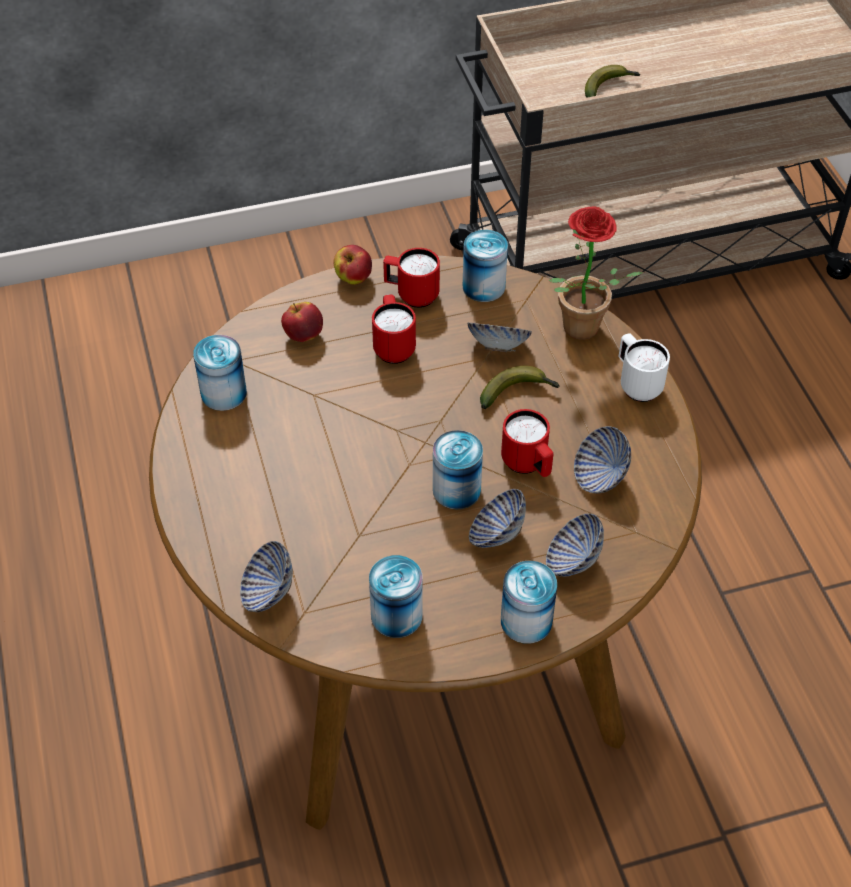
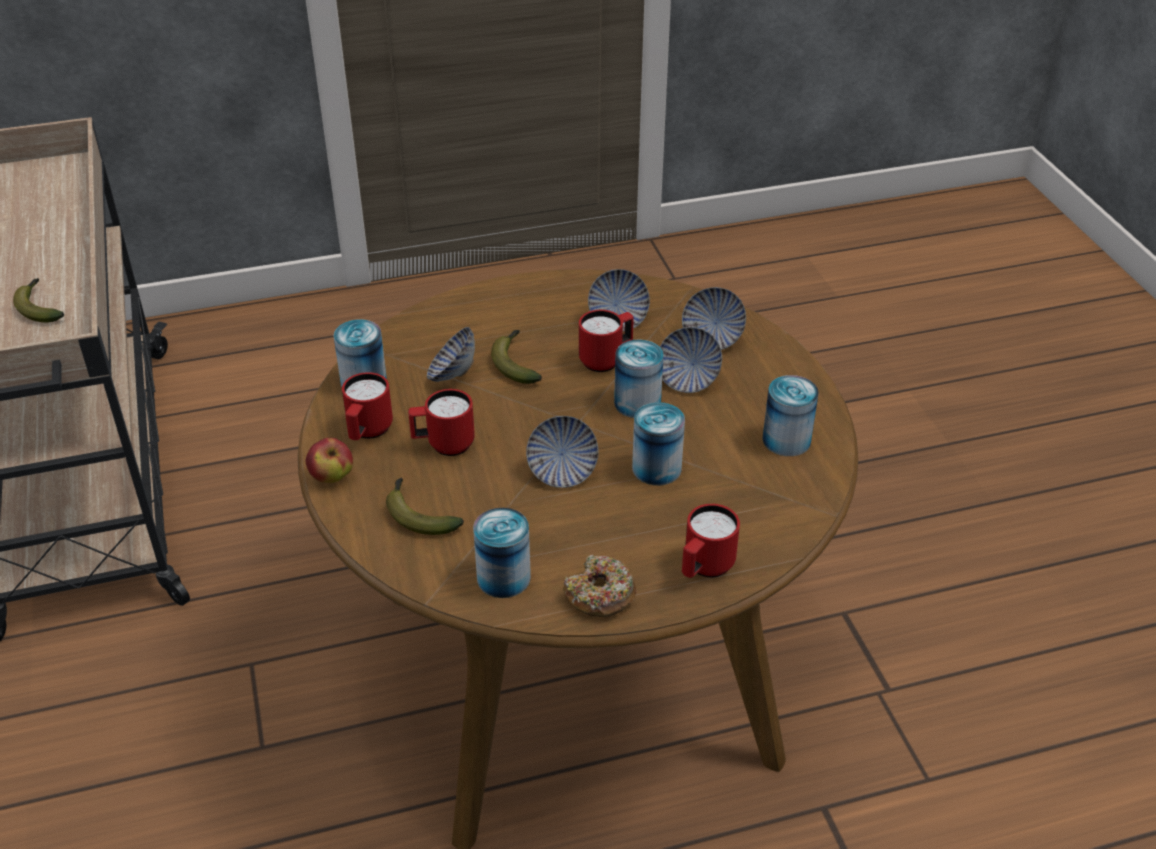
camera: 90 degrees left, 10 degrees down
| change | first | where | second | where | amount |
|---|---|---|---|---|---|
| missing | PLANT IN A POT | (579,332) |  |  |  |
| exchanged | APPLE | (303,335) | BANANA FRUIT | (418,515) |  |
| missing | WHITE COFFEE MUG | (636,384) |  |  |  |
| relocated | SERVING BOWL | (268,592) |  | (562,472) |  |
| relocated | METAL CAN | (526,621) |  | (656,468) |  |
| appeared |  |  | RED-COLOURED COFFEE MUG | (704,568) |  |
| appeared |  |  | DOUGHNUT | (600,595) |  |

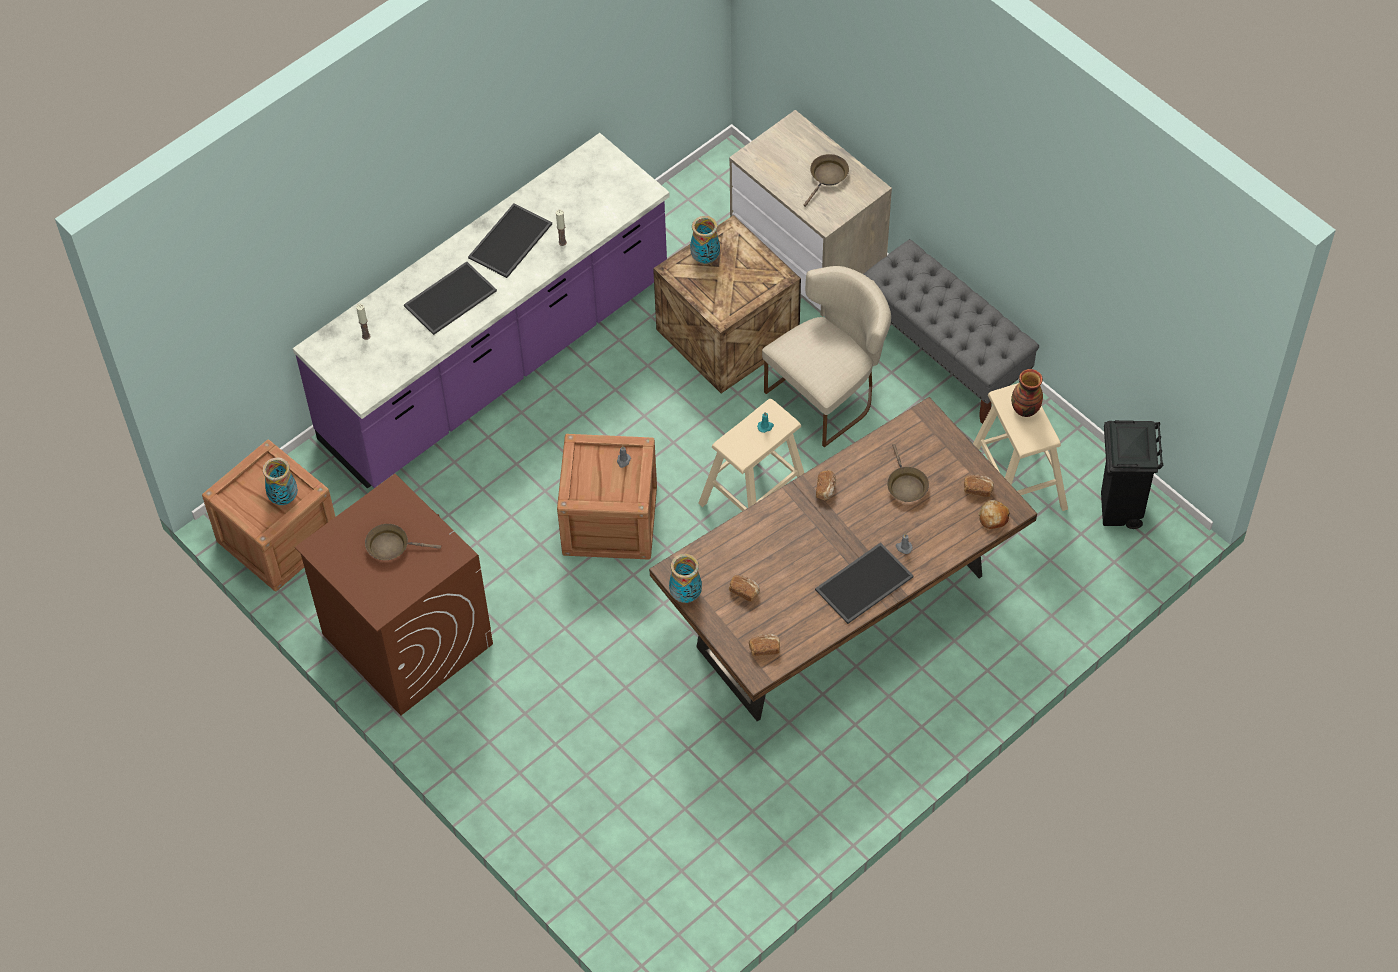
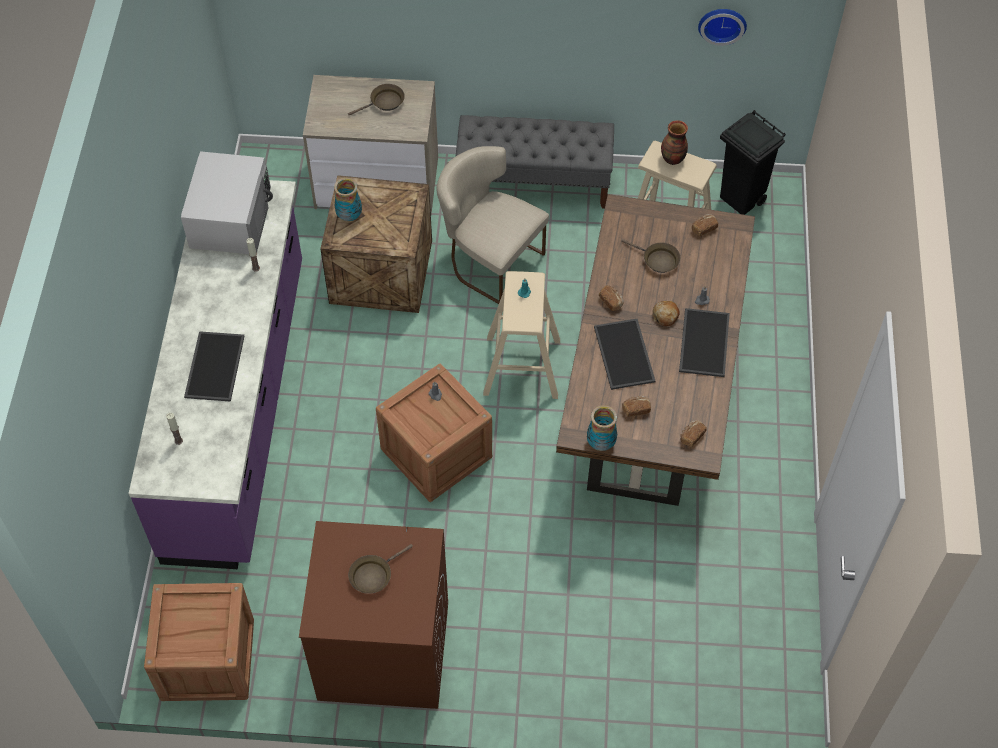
camera: 45 degrees left, 0 degrees up
| change | first | where | second | where | amount |
|---|---|---|---|---|---|
| spun | BROWN-COLOURED SKILLET | (827,177) |  | (384,102) | 75 degrees clockwise |
| relocated | TRAY | (511,242) |  | (625,354) |  |
| spun | BEIGE PLAIN CHAIR | (829,393) |  | (489,260) | 60 degrees counterclockwise |
| missing | FLOWER VASE | (284,498) |  |  |  |
| relocated | BAKED BREAD | (993,517) |  | (665,316) |  |
| appeared |  |  | WALL CLOCK | (722,23) |  |
| appeared |  |  | WHITE KITCHEN MICROWAVE | (231,217) |  |

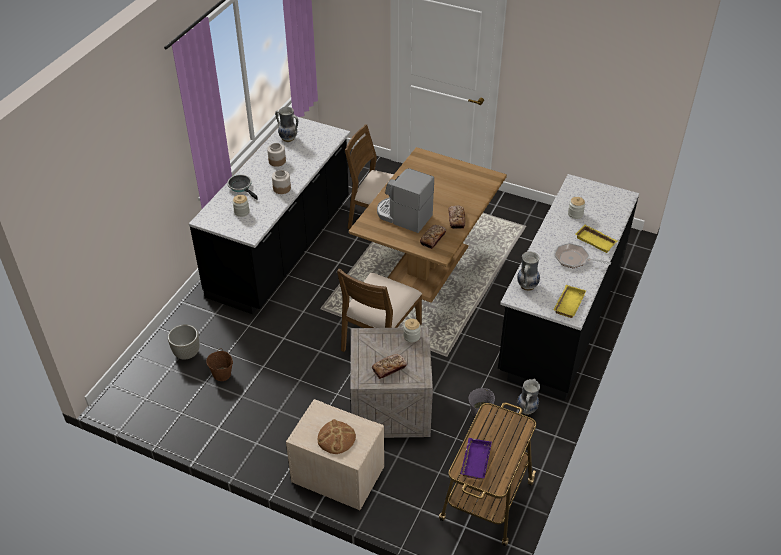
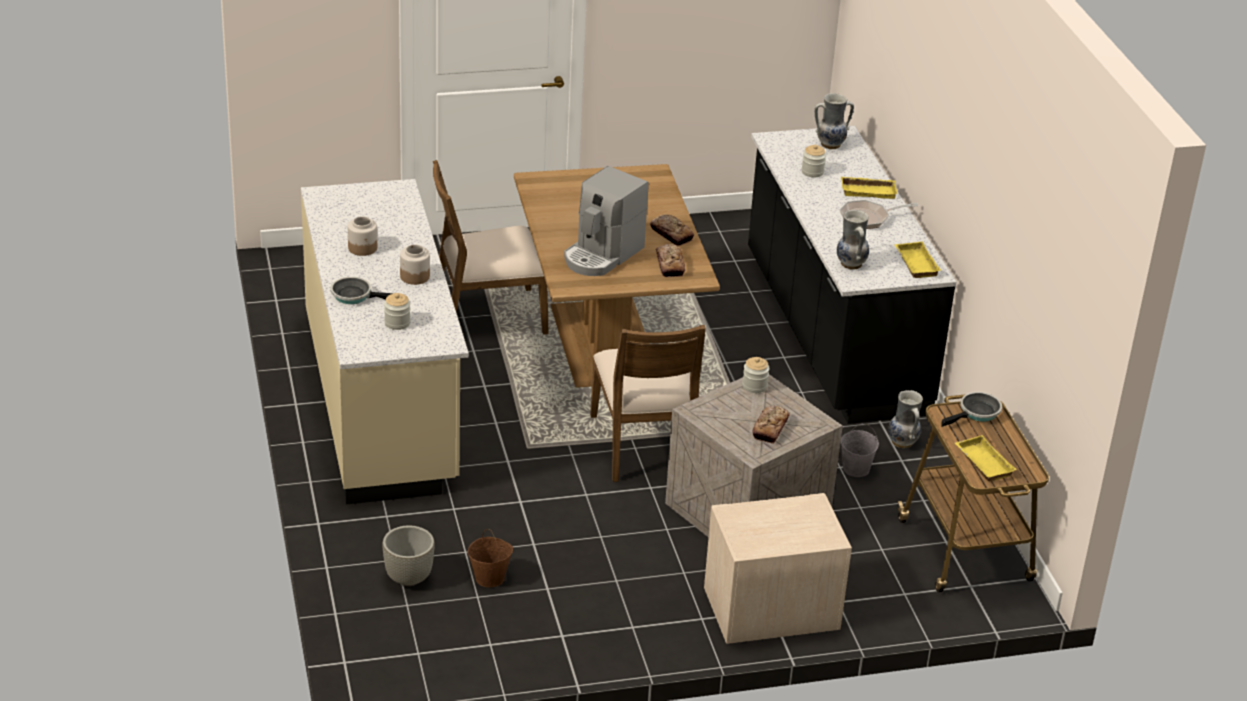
camera: 40 degrees left, 10 degrees down
| change | first | where | second | where | amount |
|---|---|---|---|---|---|
| relocated | FLOWER VASE | (288,138) |  | (830,144) |  |
| colour | BLACK-COLOURED COUNTER | (282,248) | BEIGE COUNTER | (382,402) |  |
| spun | COFFEE MAKER | (403,216) |  | (602,255) | 45 degrees counterclockwise |
| missing | BAKED BREAD | (336,438) |  |  |  |
| colour | PURPLISH TRAY | (474,460) | YELLOW-COLOURED TRAY | (982,463) |  |
| appeared |  |  | SKILLET | (977,413) |  |

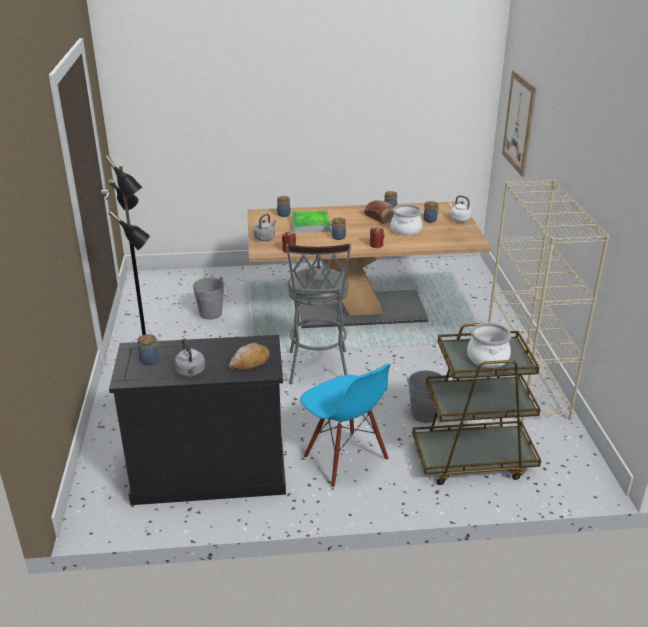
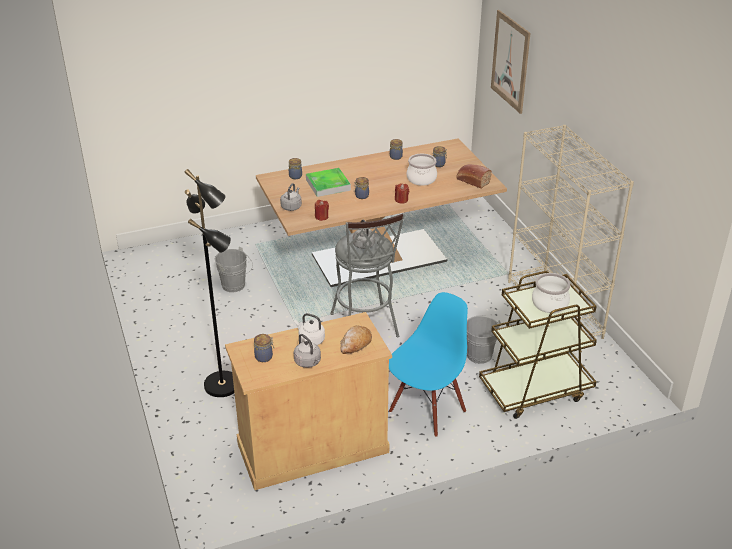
camera: 15 degrees left, 5 degrees up
| change | first | where | second | where | amount |
|---|---|---|---|---|---|
| relocated | WHITE KETTLE | (459,219) |  | (310,340) |  |
| relocated | BAKED BREAD | (378,217) |  | (472,181) |  |
| colour | BLACK-COLOURED CUPBOARD | (209,474) | BEIGE CUPBOARD | (312,447) |  |
| spun | BLUE PLAIN CHAIR | (345,458) |  | (426,410) | 90 degrees counterclockwise |

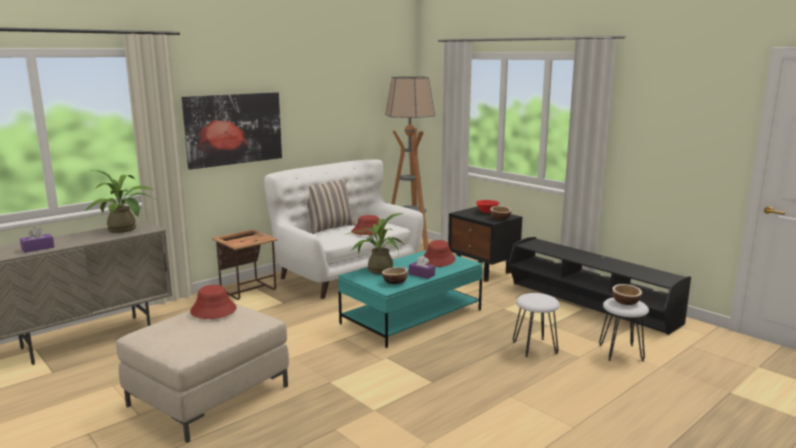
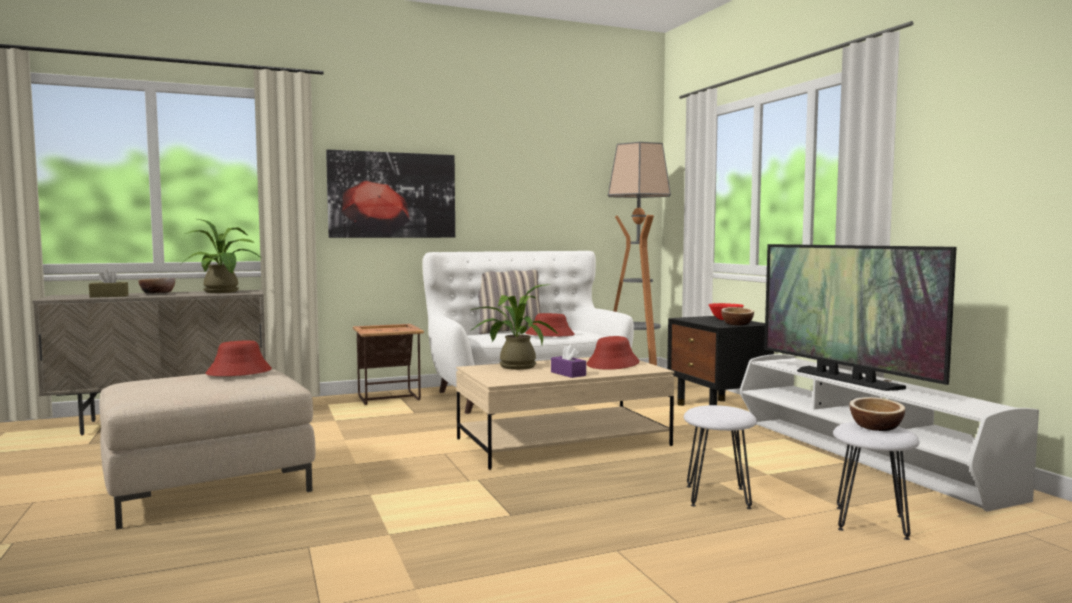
camera: 20 degrees right, 10 degrees down
| change | first | where | second | where | amount |
|---|---|---|---|---|---|
| colour | PURPLISH TISSUE HOLDER | (38,248) | BROWN-COLOURED TISSUE HOLDER | (109,296) |  |
| colour | BLACK-COLOURED TV STAND | (589,304) | WHITE TV STAND | (862,458) |  |
| colour | BLUE-GREEN COFFEE TABLE | (412,316) | BEIGE COFFEE TABLE | (563,442) |  |
| relocated | SERVING BOWL | (395,282) |  | (157,293) |  |
| appeared |  |  | TV | (846,379) |  |

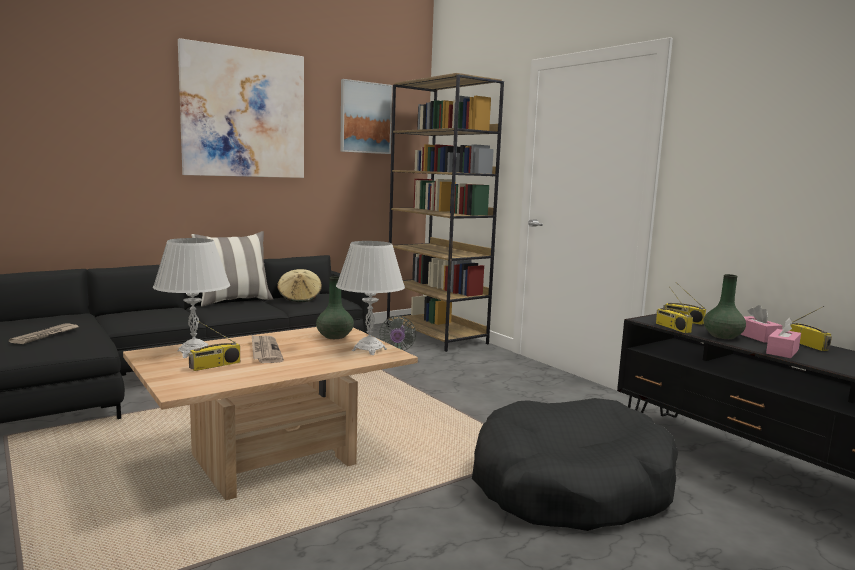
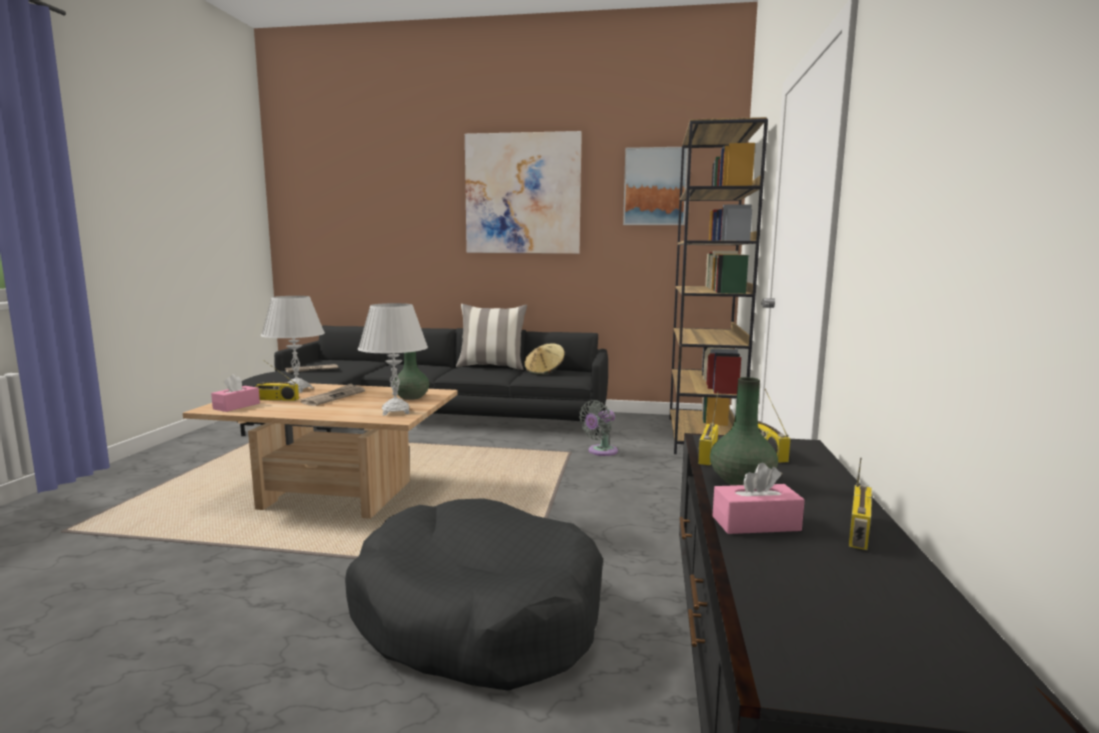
camera: 45 degrees right, 0 degrees up
| change | first | where | second | where | amount |
|---|---|---|---|---|---|
| relocated | PINK TISSUE HOLDER | (756,337) |  | (236,406) |  |

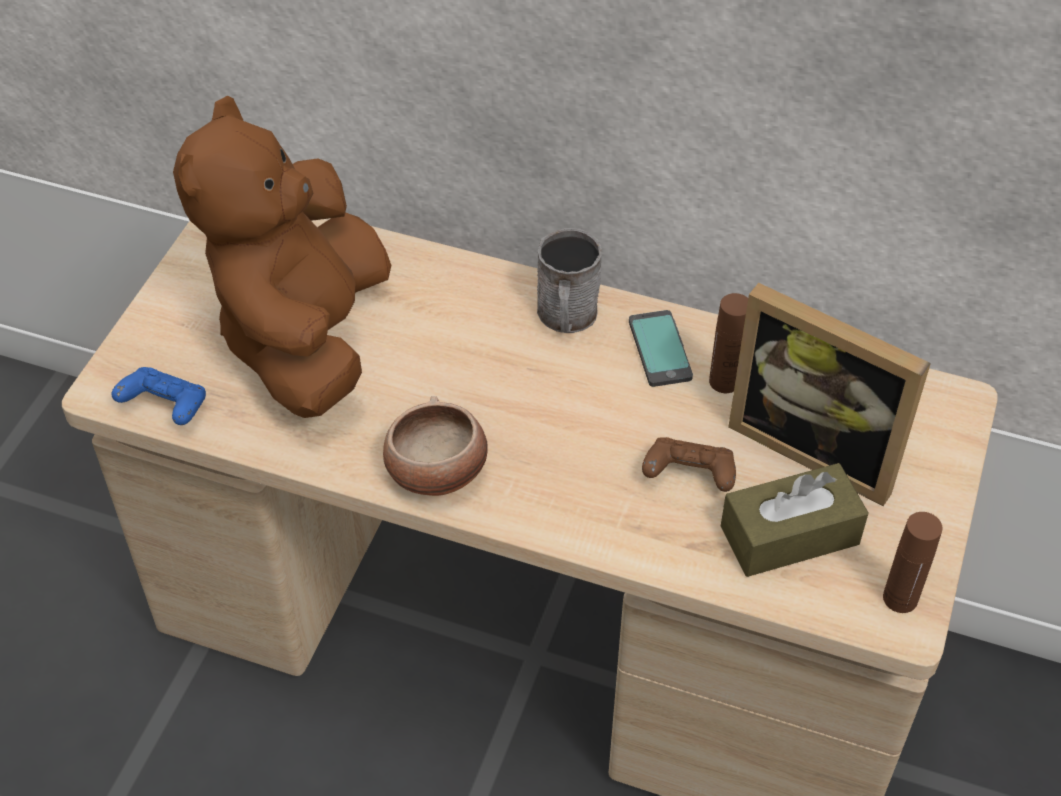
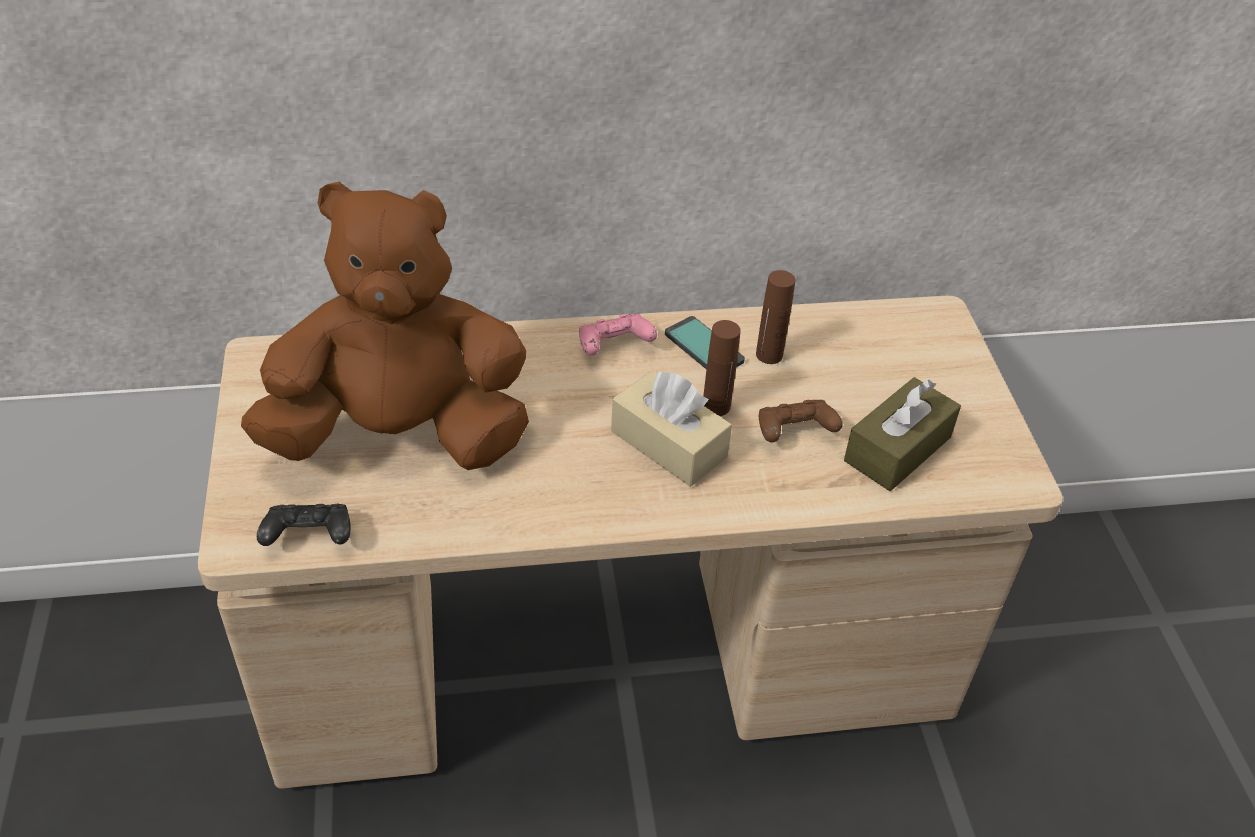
camera: 30 degrees left, 5 degrees down
| change | first | where | second | where | amount |
|---|---|---|---|---|---|
| spun | BROWN-COLOURED CUDDLY TOY | (305,337) |  | (400,435) | 105 degrees clockwise |
| exchanged | GRAY COFFEE MUG | (567,317) | PINK GAME CONTROLLER | (613,347) |  |
| missing | STANDING FRAME | (818,446) |  |  |  |
| colour | BLUE GAME CONTROLLER | (166,408) | BLACK-COLOURED GAME CONTROLLER | (309,538) |  |
| missing | SERVING BOWL | (436,472) |  |  |  |
| relocated | BROWN-COLOURED DRINK BOTTLE | (900,598) |  | (716,406) |  |
| appeared |  |  | BEIGE TISSUE HOLDER | (668,444) |  |

